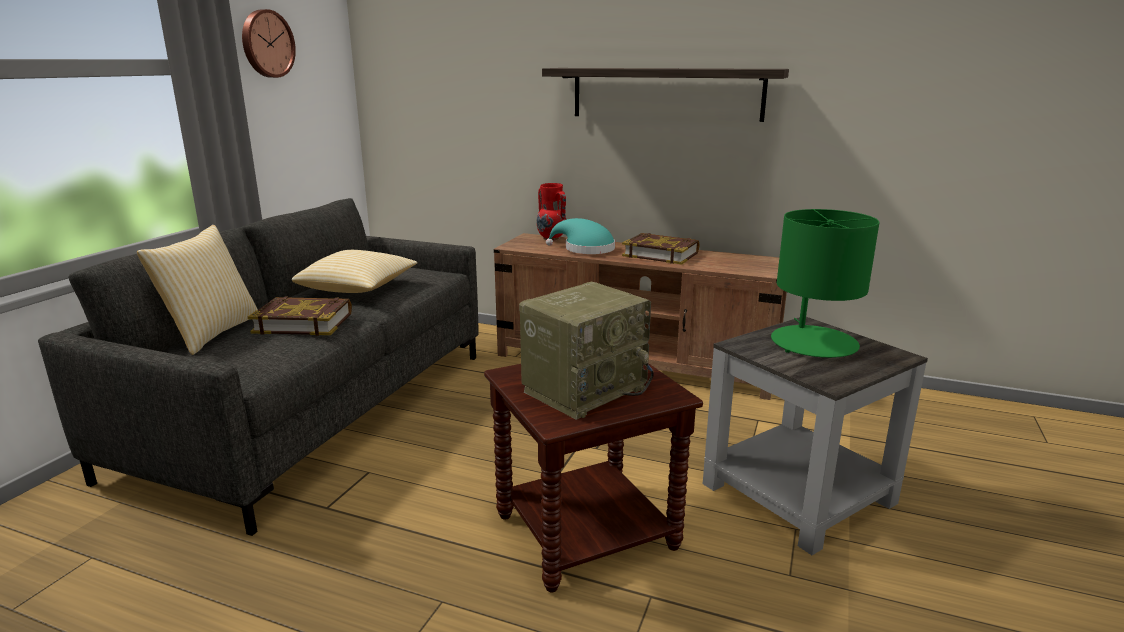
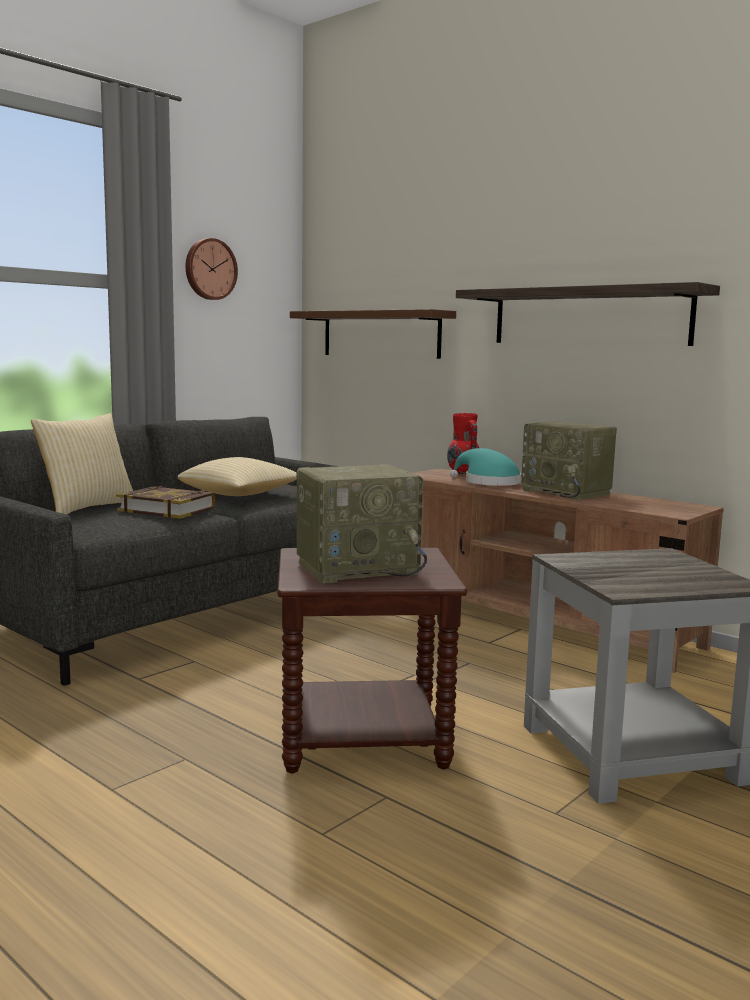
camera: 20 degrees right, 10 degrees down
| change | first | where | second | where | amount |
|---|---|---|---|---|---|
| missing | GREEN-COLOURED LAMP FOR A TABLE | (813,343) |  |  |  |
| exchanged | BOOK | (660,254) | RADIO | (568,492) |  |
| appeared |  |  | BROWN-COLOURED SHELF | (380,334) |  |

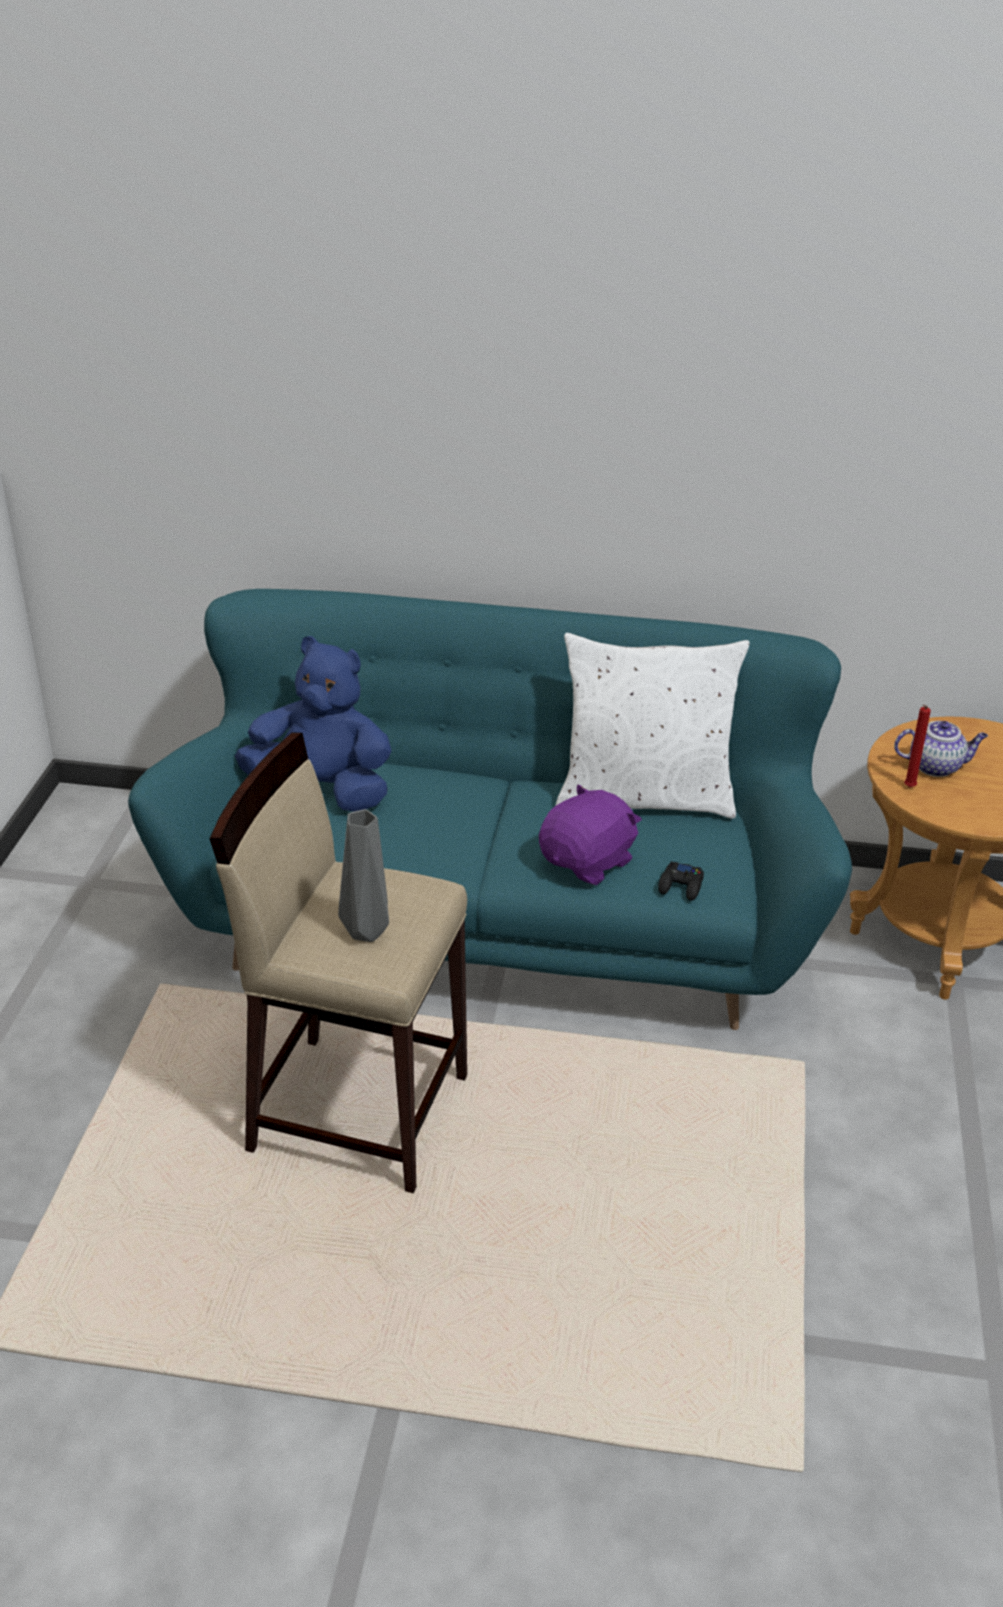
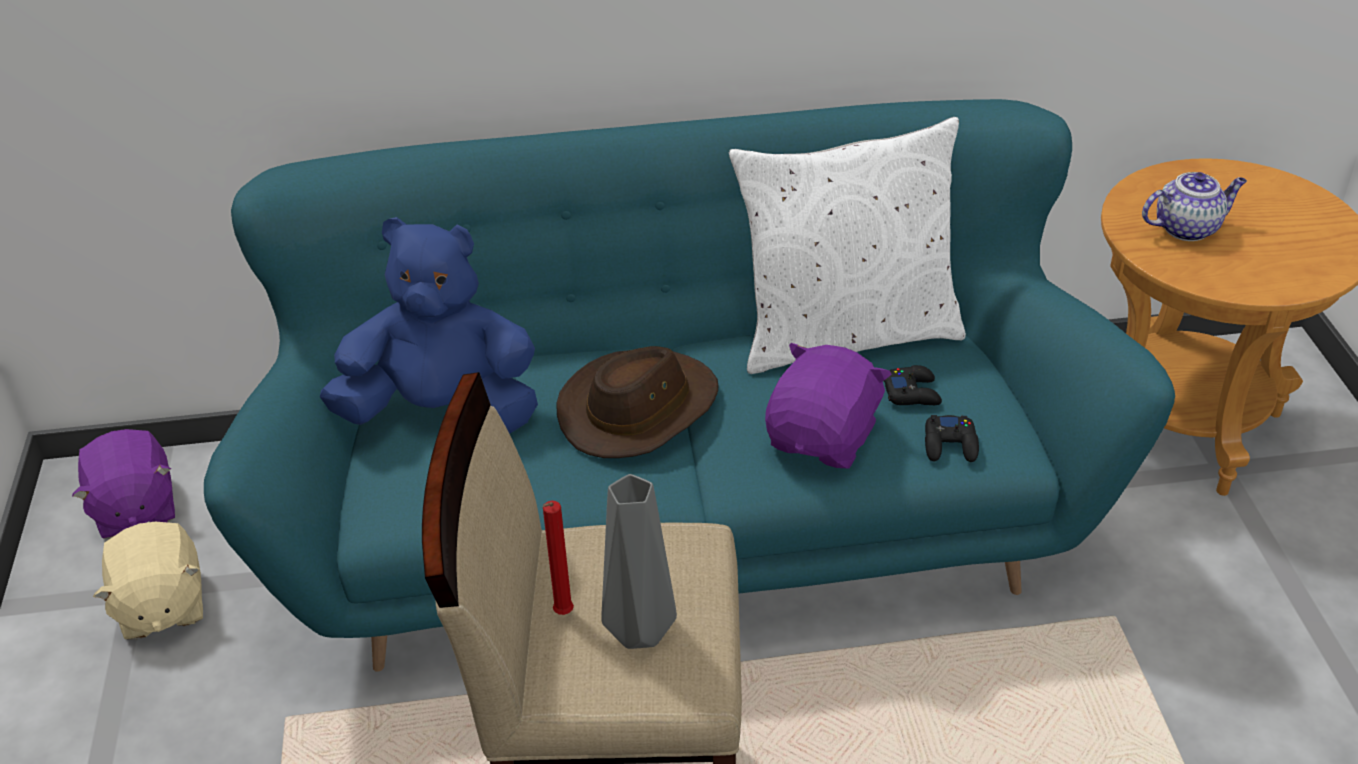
camera: 15 degrees left, 5 degrees up
| change | first | where | second | where | amount |
|---|---|---|---|---|---|
| relocated | RED-COLOURED CANDLE | (908,788) |  | (562,615) |  |
| appeared |  |  | BROWN-COLOURED WEARABLE HAT | (639,408) |  |
| appeared |  |  | BLACK-COLOURED GAME CONTROLLER | (912,392) |  |
| appeared |  |  | PURPLISH CUDDLY TOY | (134,509) |  |
| appeared |  |  | BEIGE CUDDLY TOY | (161,606) |  |

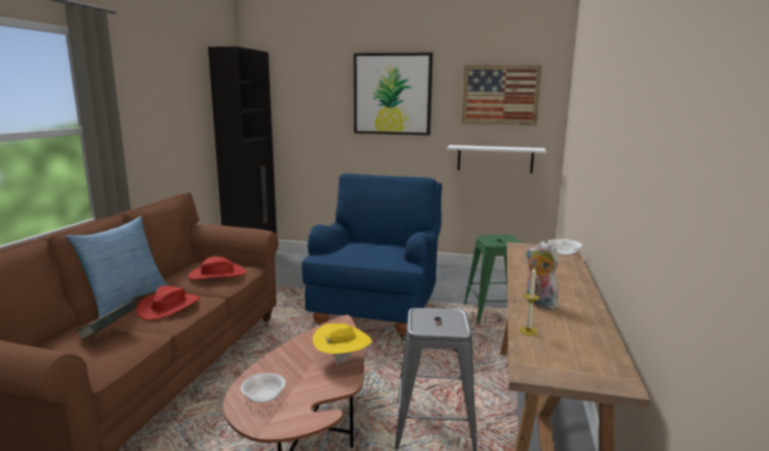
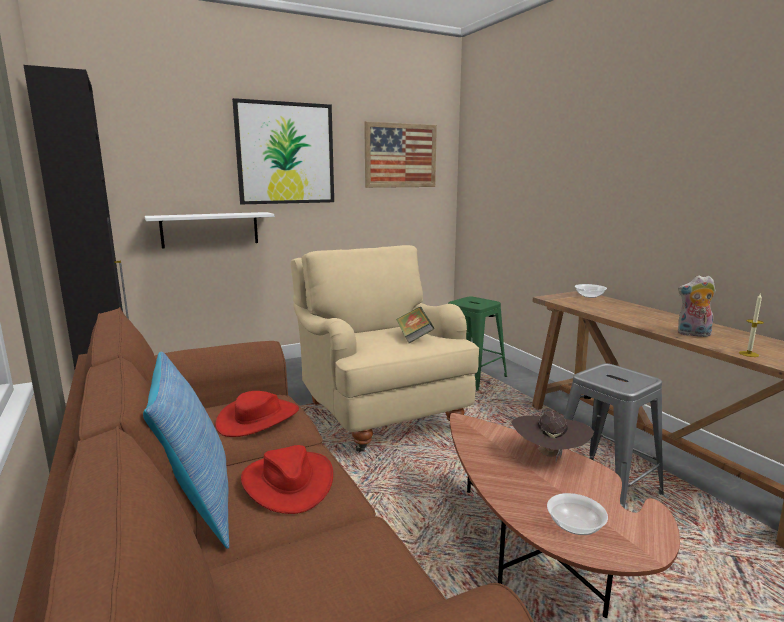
camera: 40 degrees left, 0 degrees up
| change | first | where | second | where | amount |
|---|---|---|---|---|---|
| relocated | WHITE SHELF | (495,159) |  | (210,229) |  |
| colour | BLUE ARMCHAIR | (377,312) | BEIGE ARMCHAIR | (379,412) |  |
| relocated | BOOK | (109,334) |  | (414,337) |  |
| colour | YELLOW-COLOURED WEARABLE HAT | (342,361) | BROWN-COLOURED WEARABLE HAT | (549,456) |  |

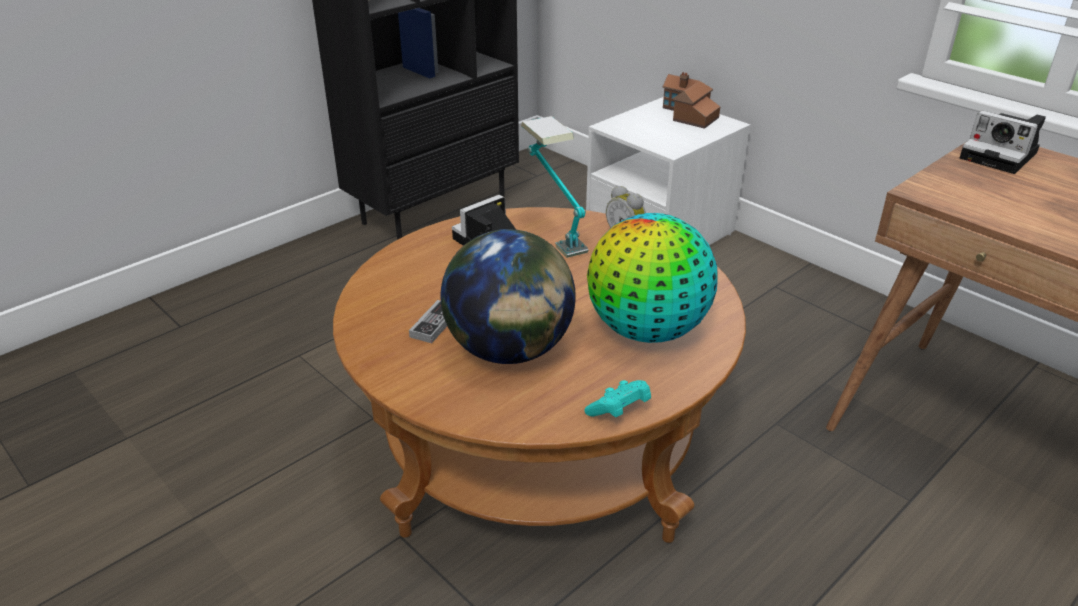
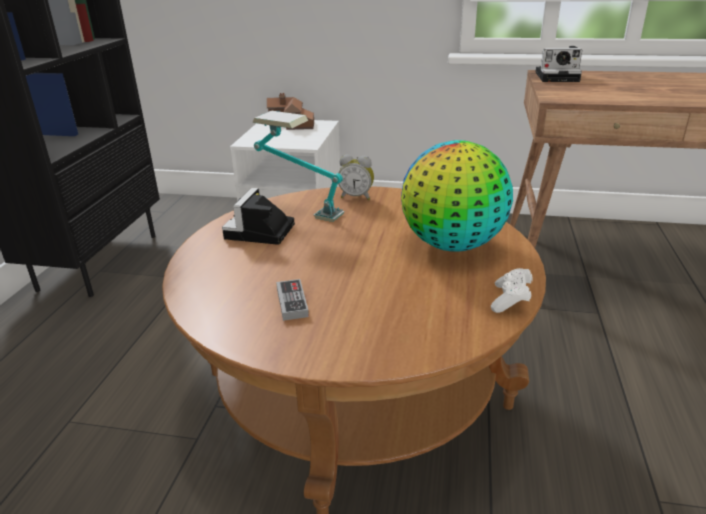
camera: 35 degrees left, 5 degrees down
| change | first | where | second | where | amount |
|---|---|---|---|---|---|
| missing | GLOBE | (510,350) |  |  |  |
| colour | BLUE-GREEN GAME CONTROLLER | (619,410) | WHITE GAME CONTROLLER | (510,300) |  |

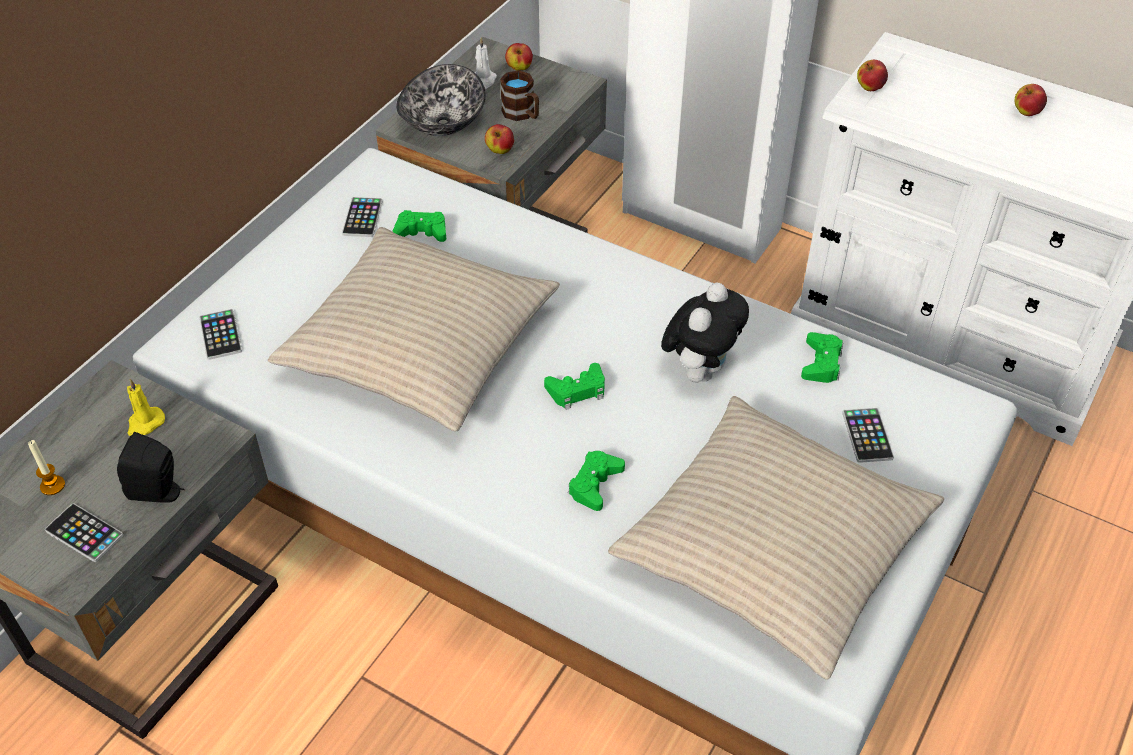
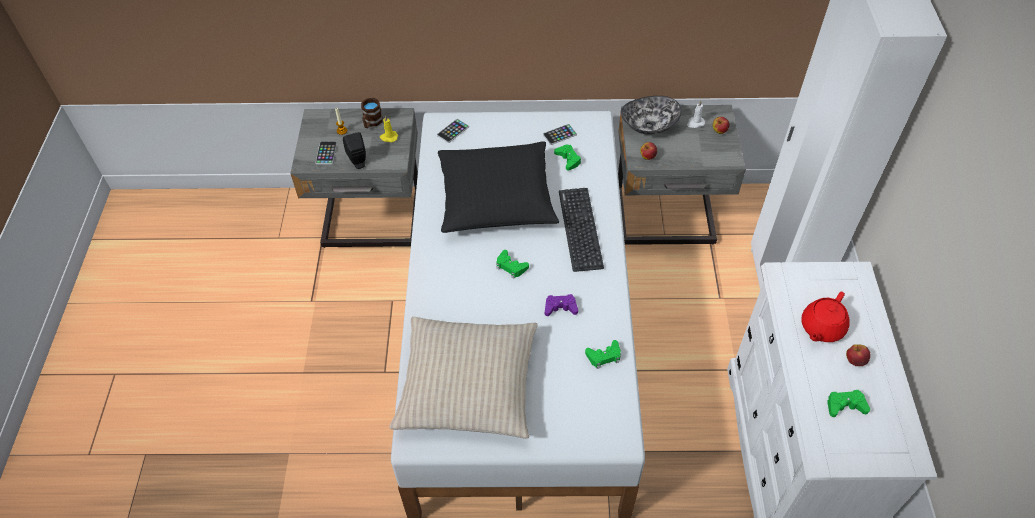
camera: 60 degrees right, 5 degrees up
| change | first | where | second | where | amount |
|---|---|---|---|---|---|
| missing | APPLE | (869,88) |  |  |  |
| relocated | BROWN-COLOURED COFFEE MUG | (522,114) |  | (371,123) |  |
| colour | BEIGE PILLOW | (419,346) | BLACK-COLOURED PILLOW | (496,197) |  |
| exchanged | CUDDLY TOY | (700,370) | PURPLISH GAME CONTROLLER | (560,307) |  |
| missing | TELEPHONE | (867,435) |  |  |  |
| relocated | GREEN-COLOURED GAME CONTROLLER | (595,484) |  | (845,405) |  |
| appeared |  |  | COMPUTER KEYBOARD | (580,229) |  |
| appeared |  |  | RED-COLOURED POT FOR TEA | (821,328) |  |

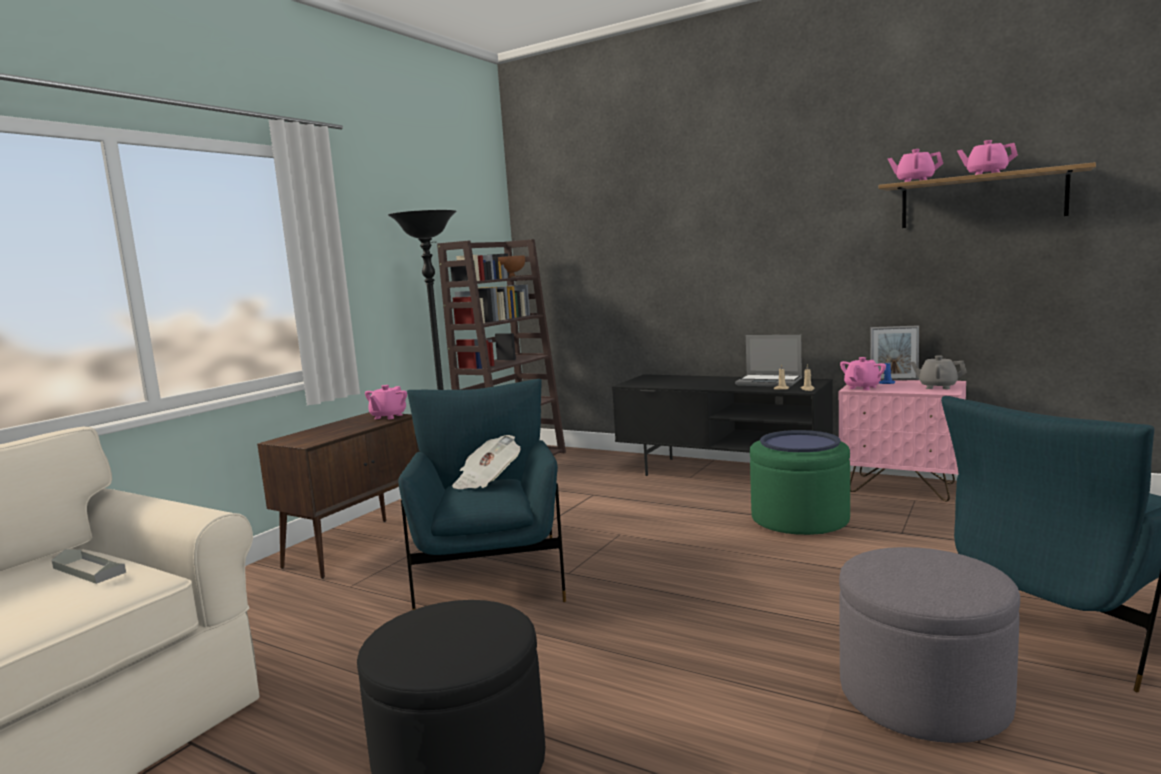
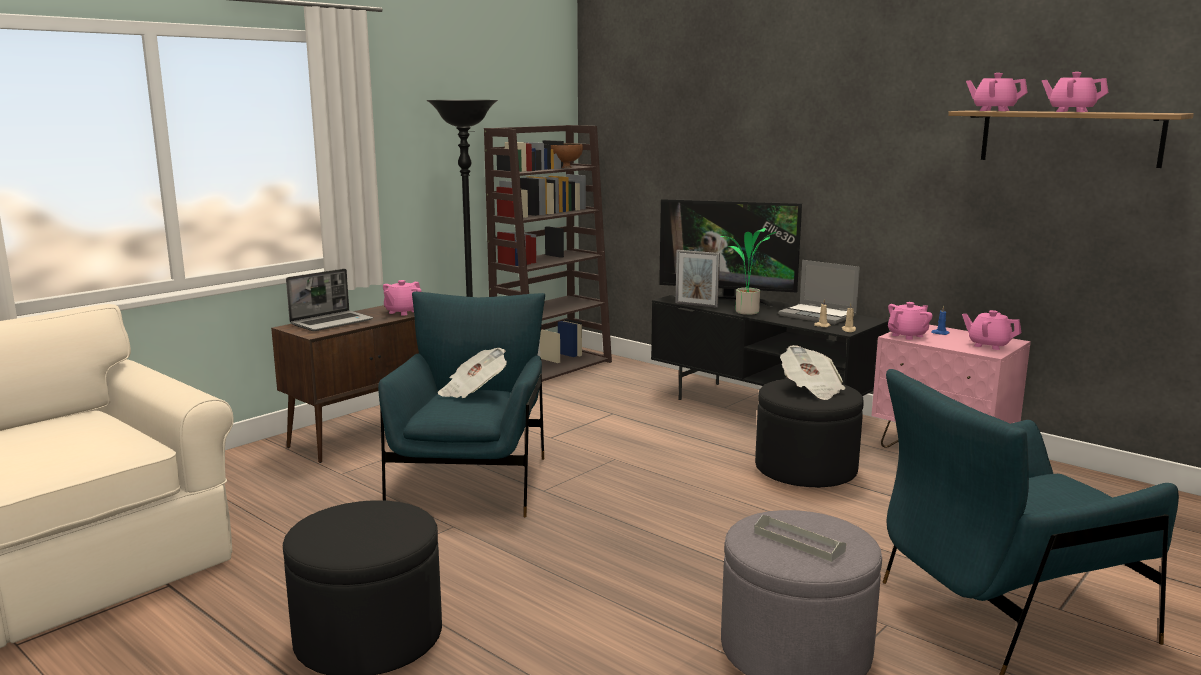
camera: 10 degrees right, 5 degrees up
| change | first | where | second | where | amount |
|---|---|---|---|---|---|
| relocated | STANDING FRAME | (894,380) |  | (696,305) |  |
| colour | GRAY POT FOR TEA | (937,387) | PINK POT FOR TEA | (988,345) |  |
| exchanged | BLUE TRAY | (799,443) | PRINTED PAPER | (811,389) |  |
| colour | GREEN-COLOURED OTTOMAN | (800,520) | BLACK-COLOURED OTTOMAN | (805,469) |  |
| relocated | GRAY TRAY | (89,570) |  | (798,542) |  |
| appeared |  |  | TV | (727,300) |  |
| appeared |  |  | PLANT IN A POT | (746,312) |  |
| appeared |  |  | LAPTOP | (332,322) |  |

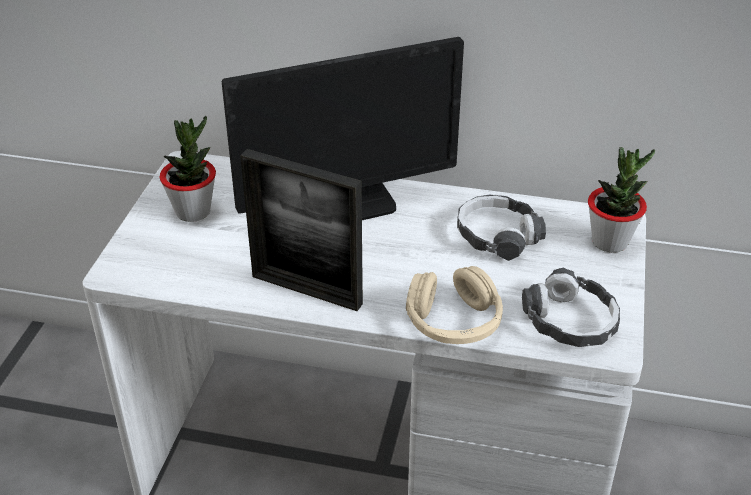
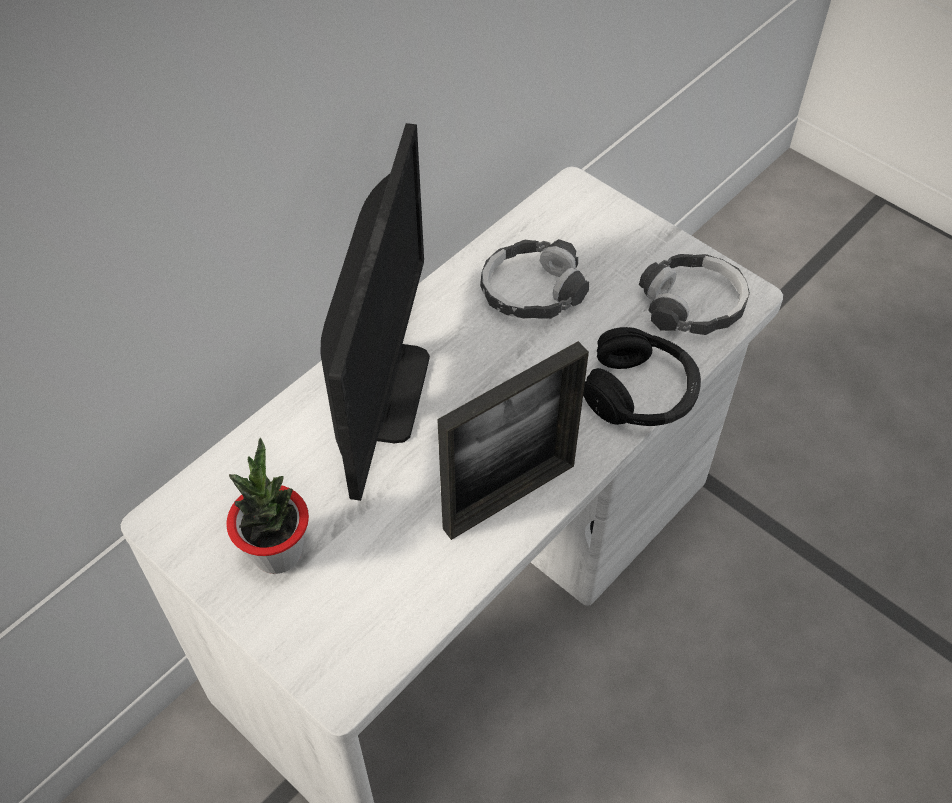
camera: 60 degrees left, 15 degrees up
| change | first | where | second | where | amount |
|---|---|---|---|---|---|
| missing | PLANT IN A POT | (610,241) |  |  |  |
| colour | BEIGE HEADSET | (454,322) | BLACK-COLOURED HEADSET | (641,393) |  |

